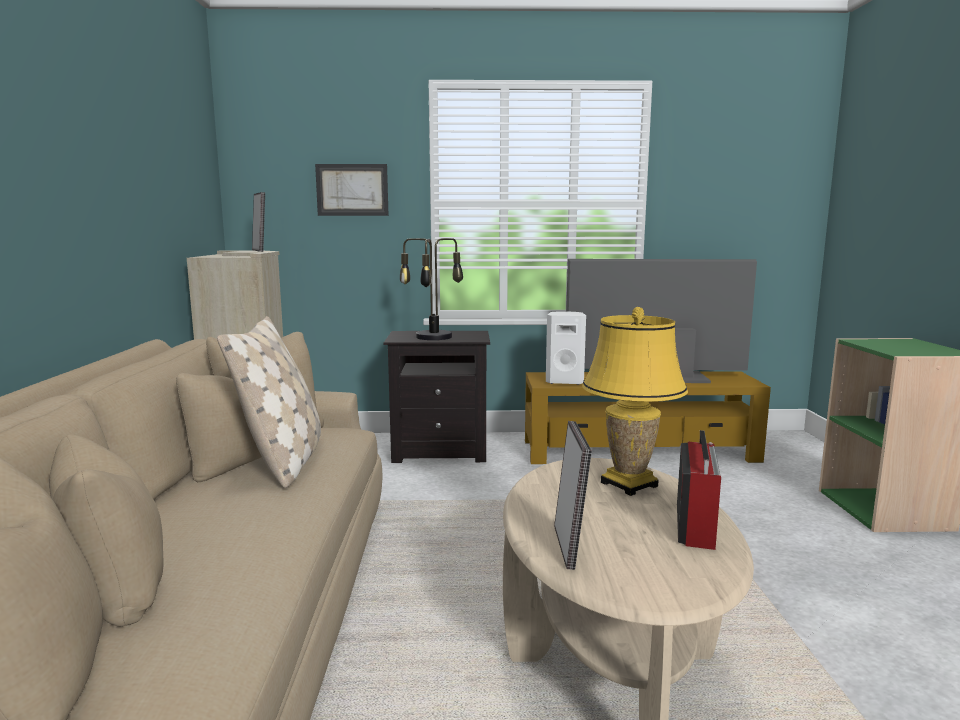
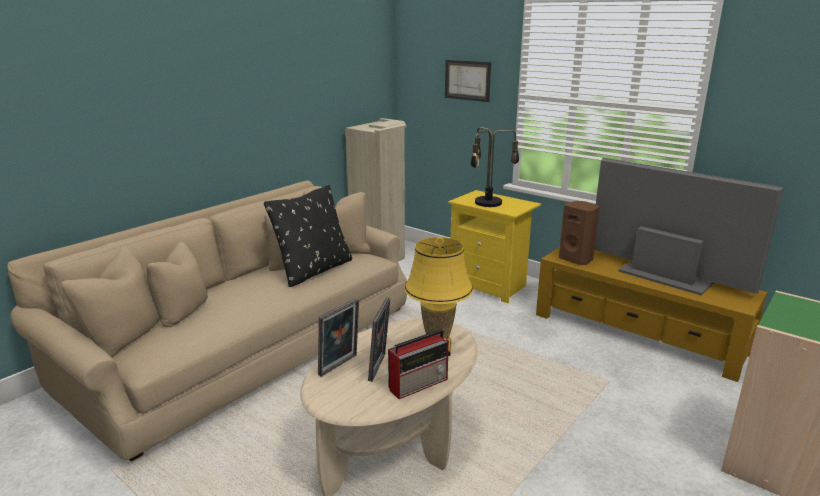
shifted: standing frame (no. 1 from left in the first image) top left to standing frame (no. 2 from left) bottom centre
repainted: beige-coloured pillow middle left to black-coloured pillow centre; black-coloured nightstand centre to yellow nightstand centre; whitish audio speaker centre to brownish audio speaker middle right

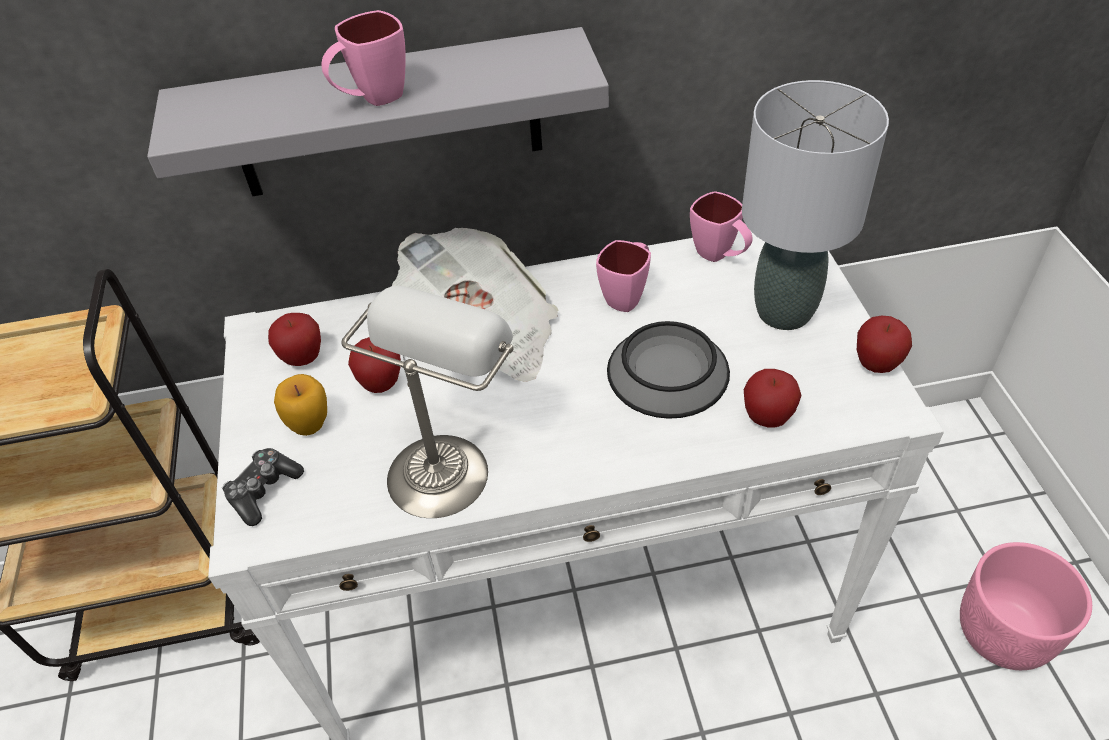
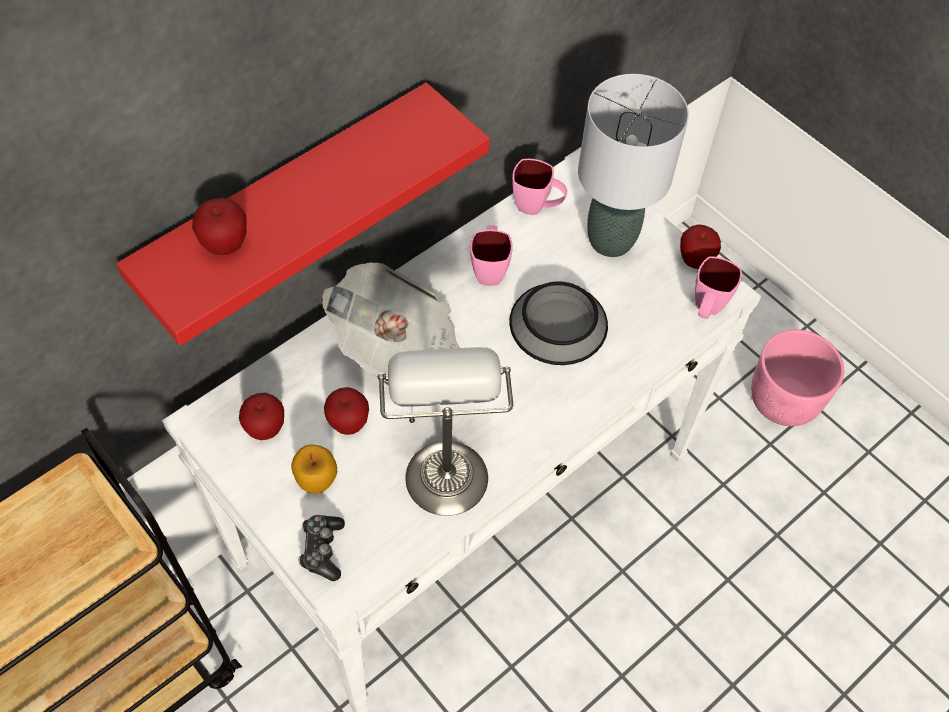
shifted: pink coffee mug (no. 1 from left in the first image) top left to pink coffee mug (no. 3 from left) middle right; apple (no. 4 from left in the first image) middle right to apple (no. 1 from left) top left
repainted: gray bracket shelf top centre to reddish bracket shelf top left

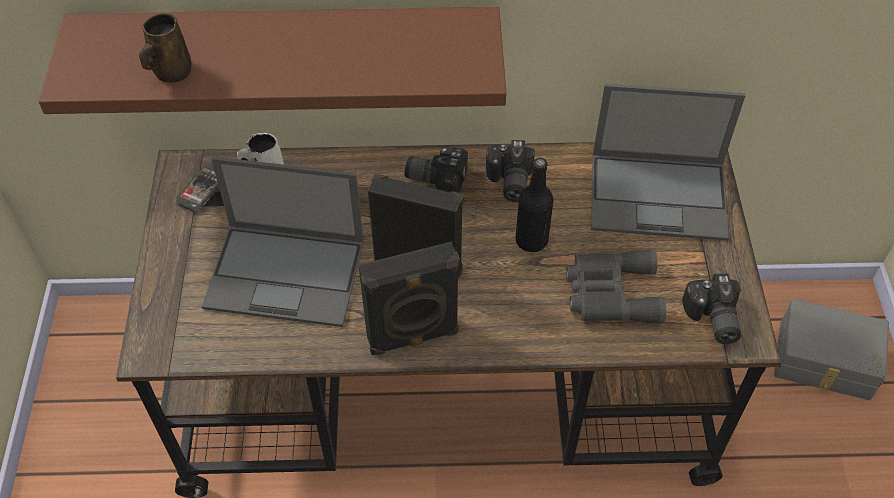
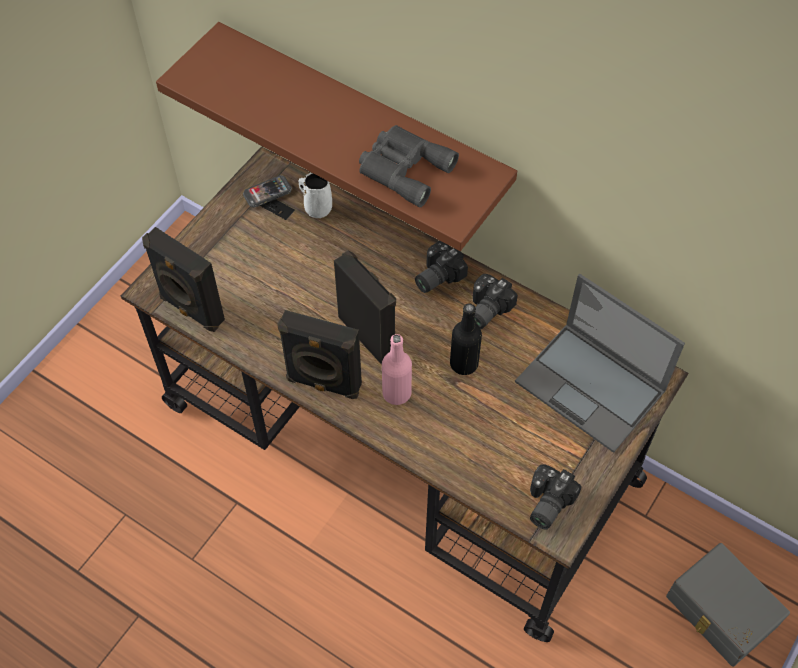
gone: brownish coffee mug top left; laptop (no. 1 from left) middle left
new: black-coloured audio speaker (no. 1 from left) middle left; pink beverage bottle centre
shifted: gray field glasses middle right to top centre
rotated: photo camera (no. 1 from left) centre = centre 90 degrees counterclockwise

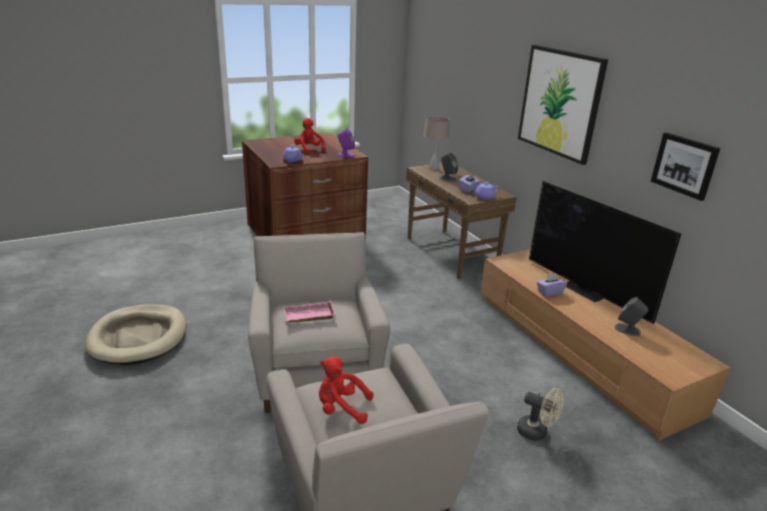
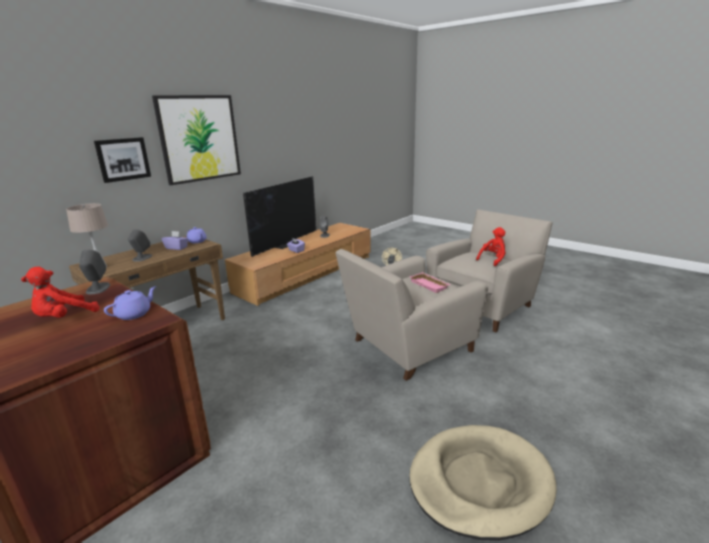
shifted: wall picture (no. 2 from left in the first image) top right to wall picture (no. 1 from left) top left
repainted: purple-coloured audio speaker top centre to gray audio speaker (no. 1 from left) middle left
rotated: reddish plush toy (no. 2 from left) bottom centre = middle right 120 degrees counterclockwise

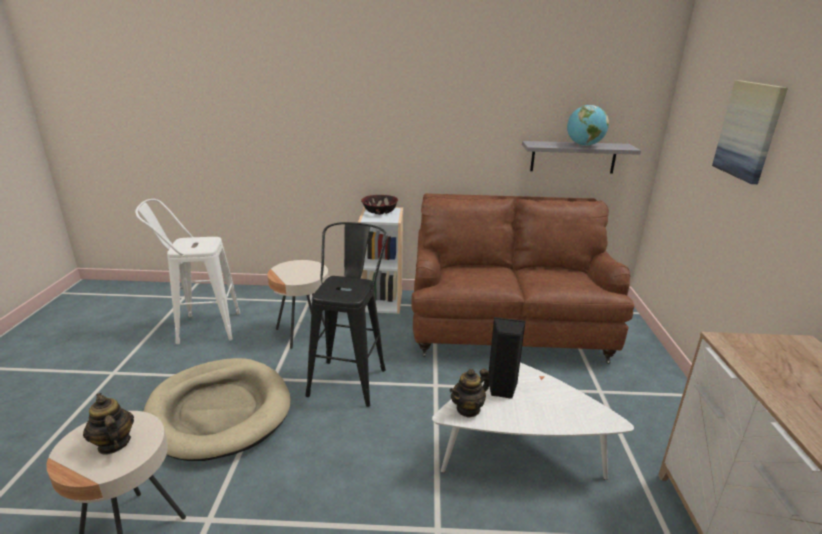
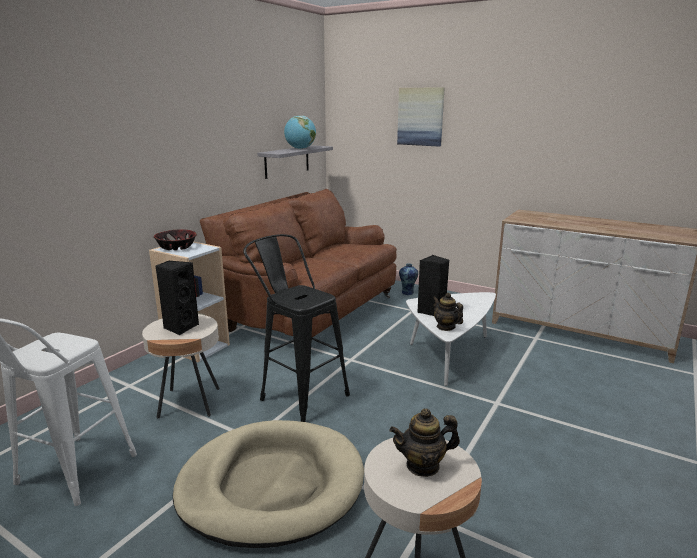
new: black-coloured audio speaker (no. 1 from left) middle left; flower vase centre
rotated: teapot (no. 2 from left) bottom centre = centre 150 degrees clockwise

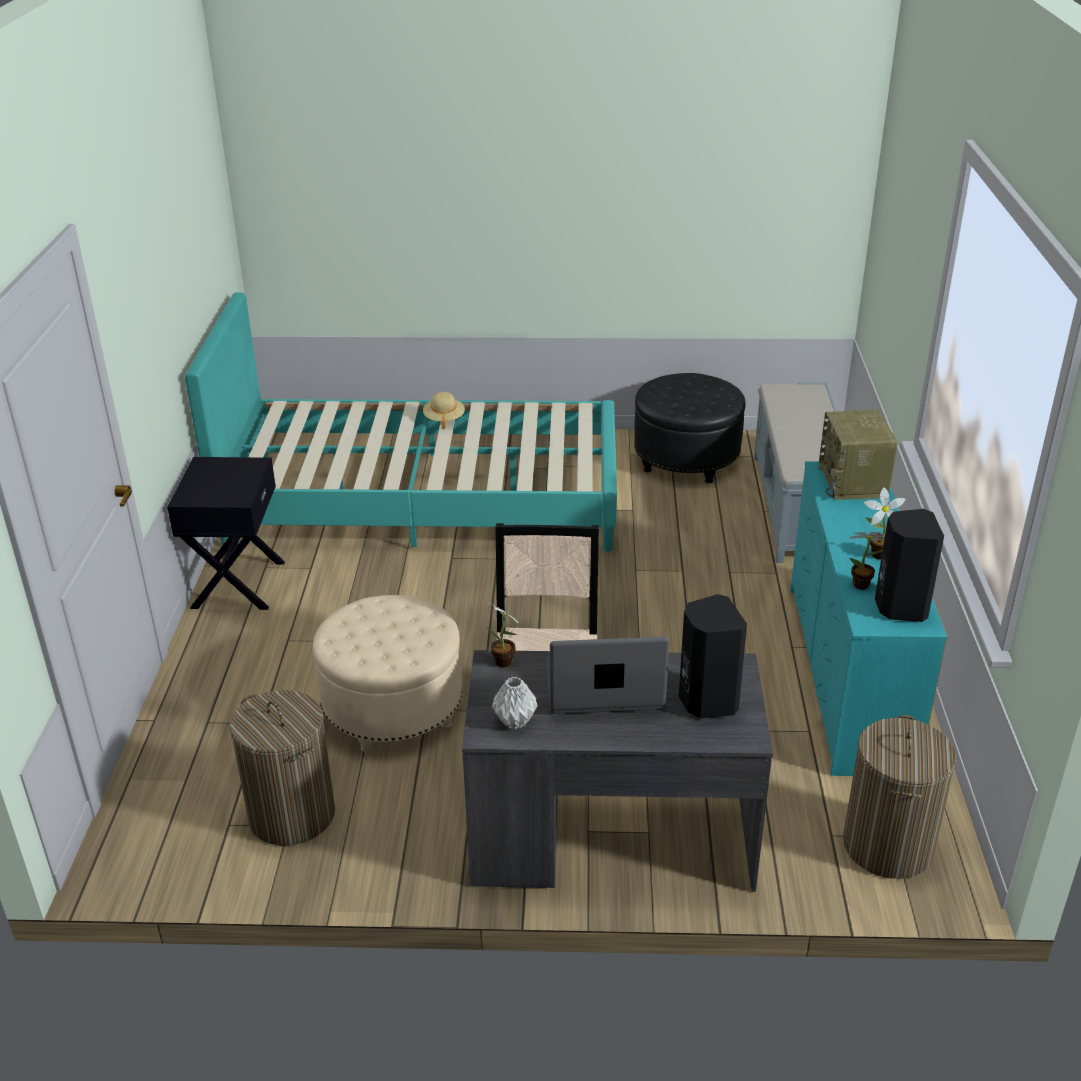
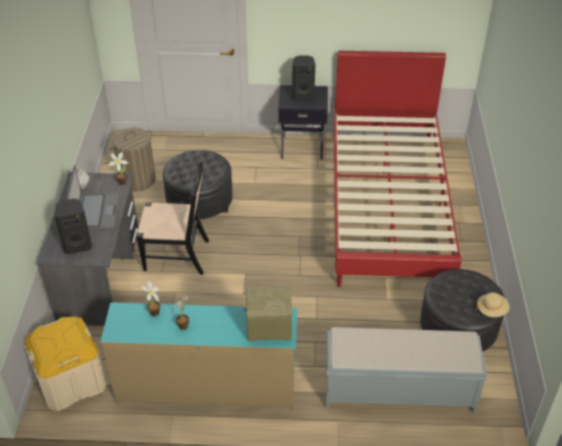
shifted: beige-coloured wearable hat centre to bottom right; black-coloured audio speaker (no. 2 from left) middle right to top centre
swapped: hamper (no. 2 from left) bottom right to beige-coloured storage bin bottom left
repainted: blue-green bedroom bed centre to reddish bedroom bed middle right; beige-coloured footrest centre to black-coloured footrest (no. 1 from left) centre

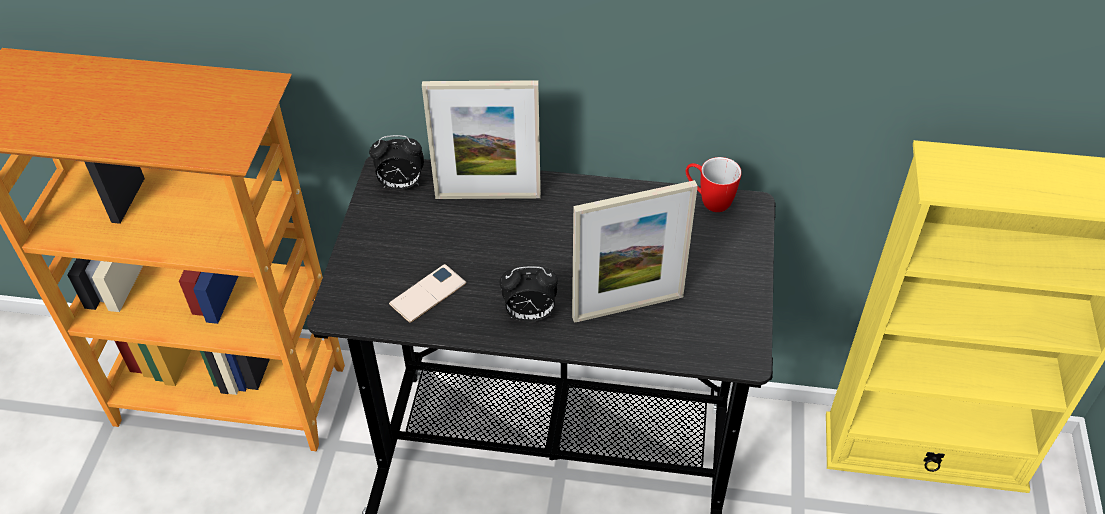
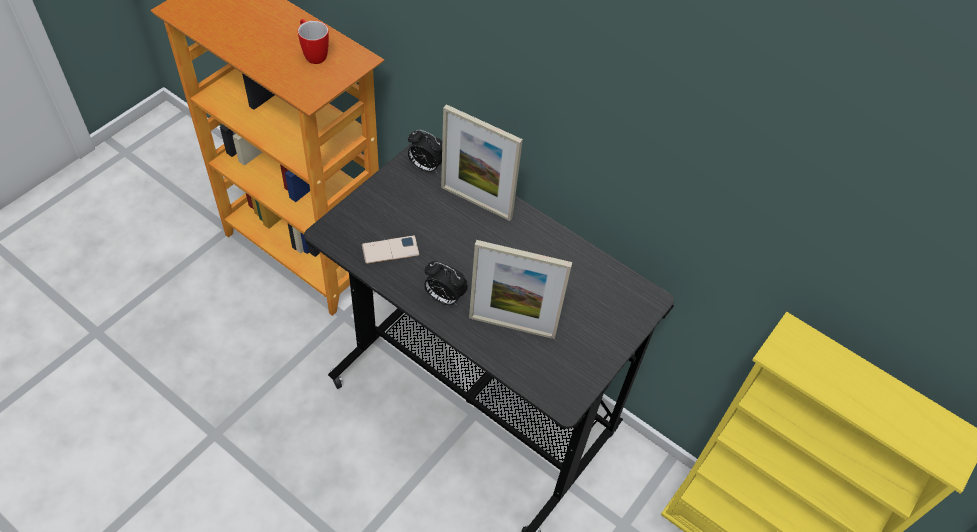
shifted: coffee mug centre to top left

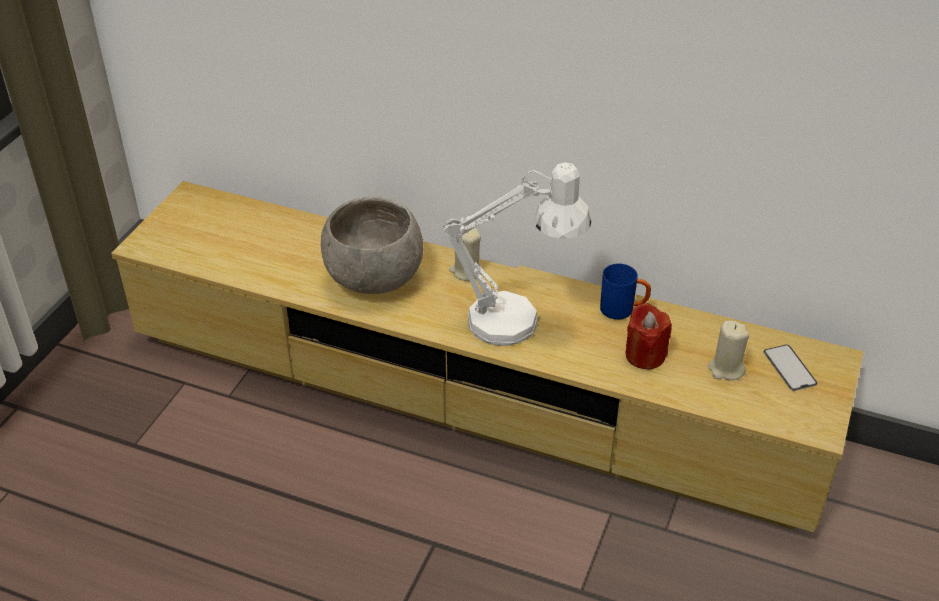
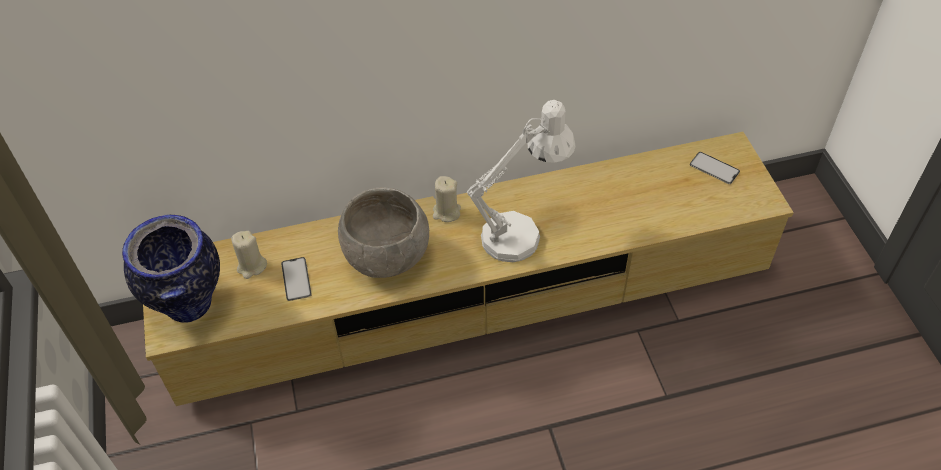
gone: blue coffee mug centre; reddish wax candle middle right
new: flower vase middle left; telephone (no. 1 from left) middle left
shifted: beige-coloured wax candle (no. 2 from left in the first image) middle right to beige-coloured wax candle (no. 1 from left) middle left

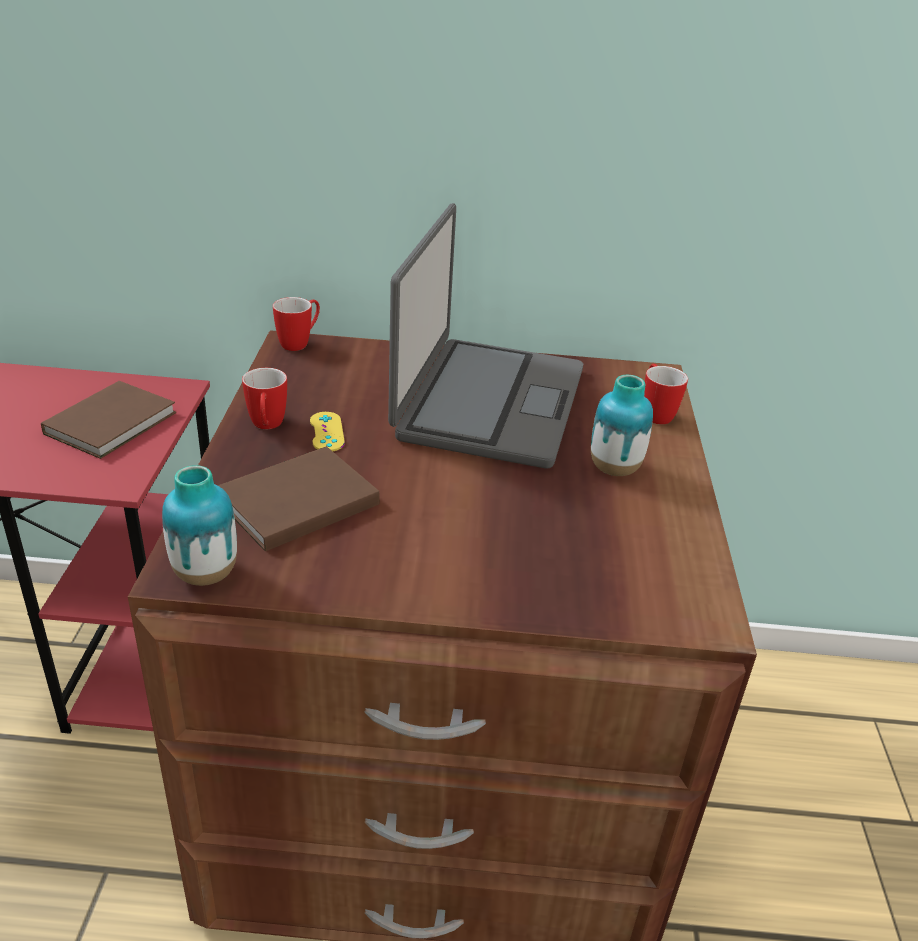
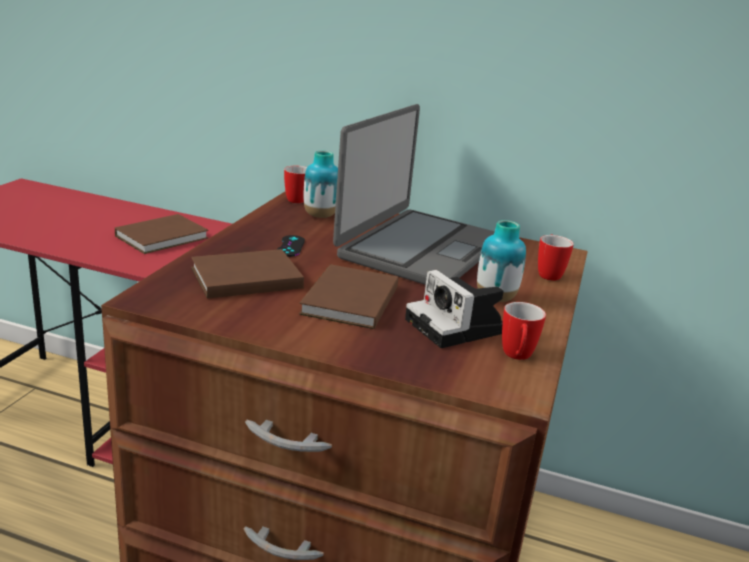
new: brownish bound book (no. 3 from left) centre; photo camera centre
shifted: flower vase (no. 1 from left) middle left to top centre; coffee mug (no. 1 from left in the first image) middle left to coffee mug (no. 2 from left) middle right
repainted: yellow joypad centre to black-coloured joypad centre

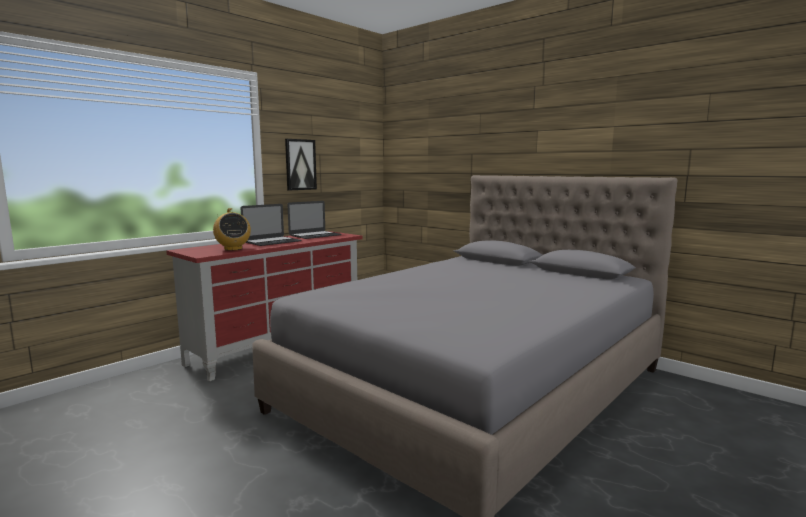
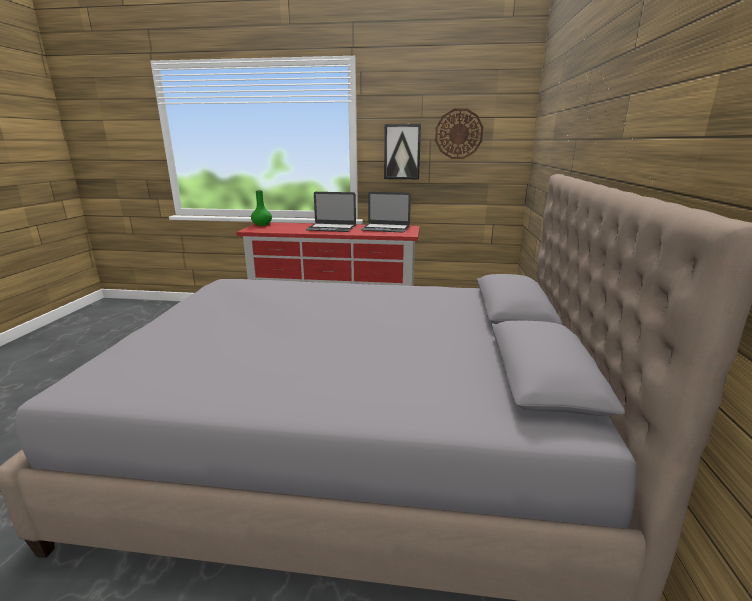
gone: radio middle left
new: green flower vase centre; wall clock top centre

